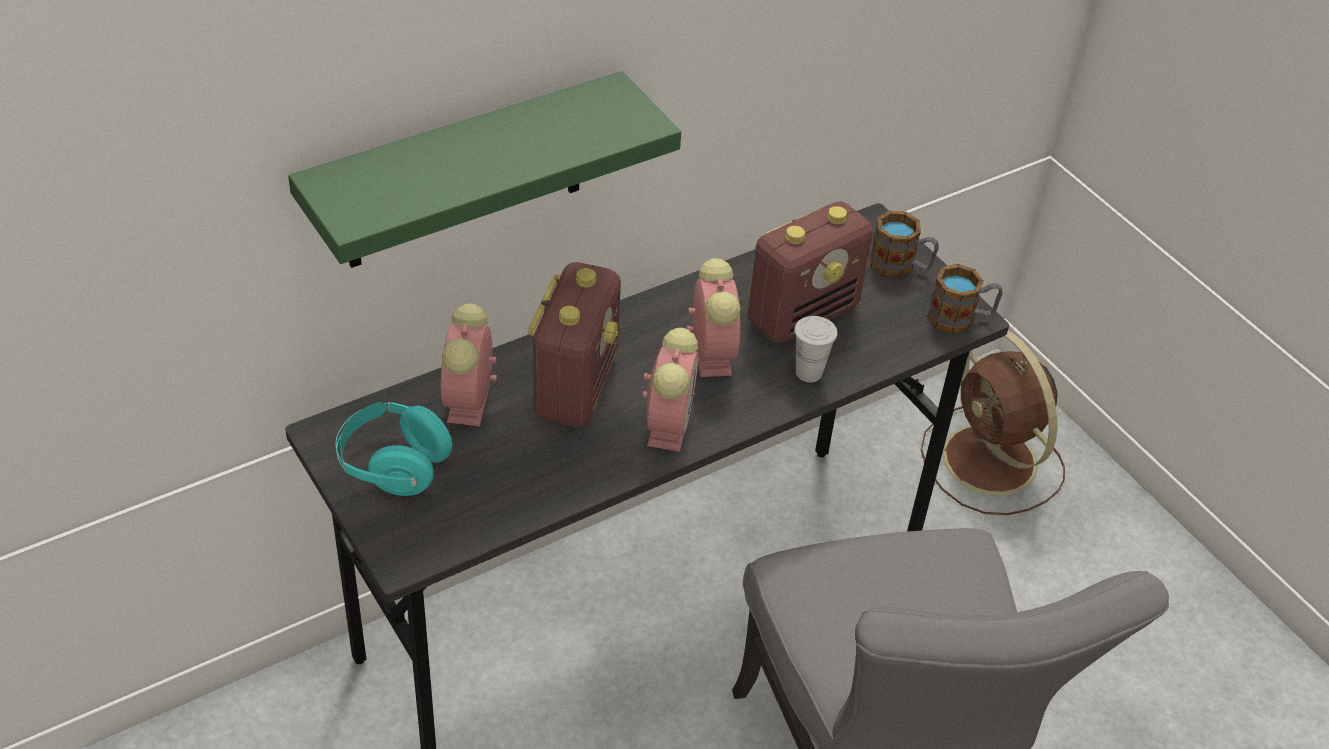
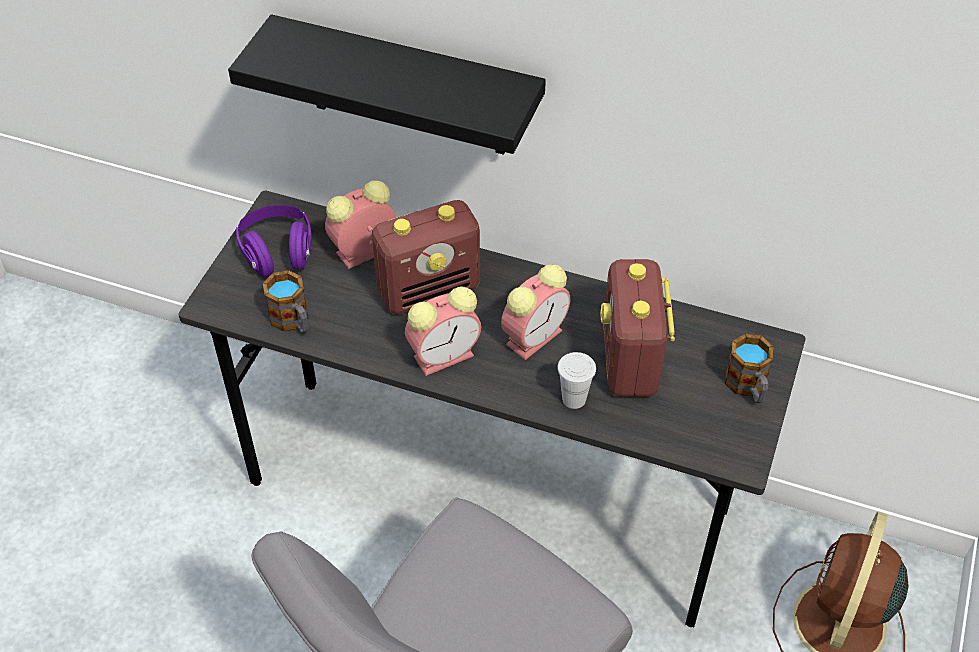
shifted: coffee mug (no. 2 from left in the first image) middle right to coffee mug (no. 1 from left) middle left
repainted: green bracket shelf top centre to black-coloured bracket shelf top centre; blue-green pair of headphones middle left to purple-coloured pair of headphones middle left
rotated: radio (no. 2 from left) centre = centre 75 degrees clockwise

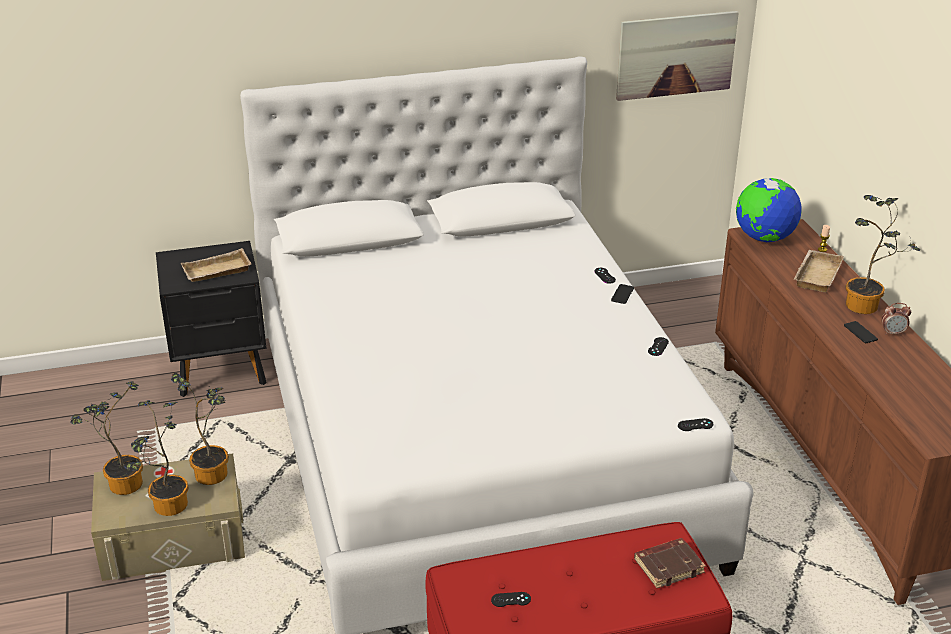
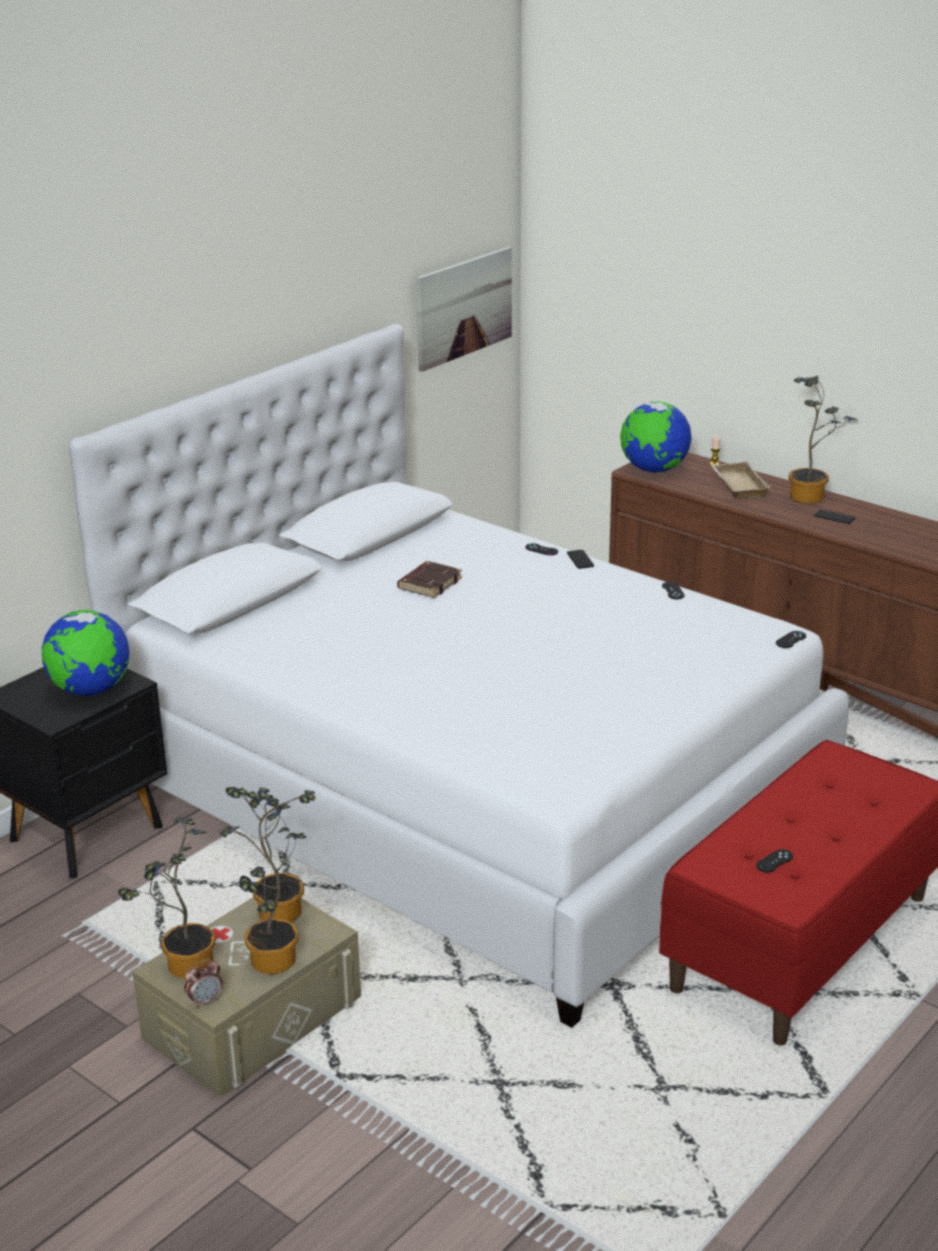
shifted: brownish bound book bottom right to centre; bedside clock middle right to bottom left
swapped: beige-coloured carrying tray (no. 1 from left) middle left to world globe (no. 1 from left) middle left

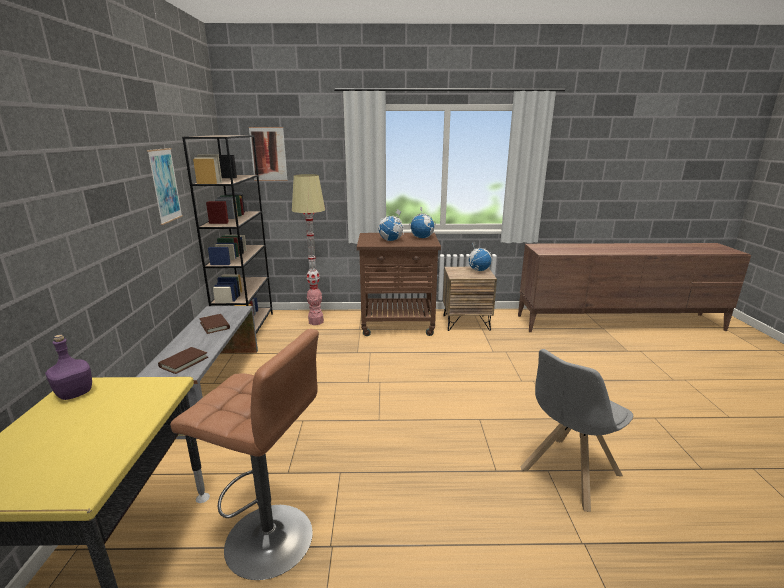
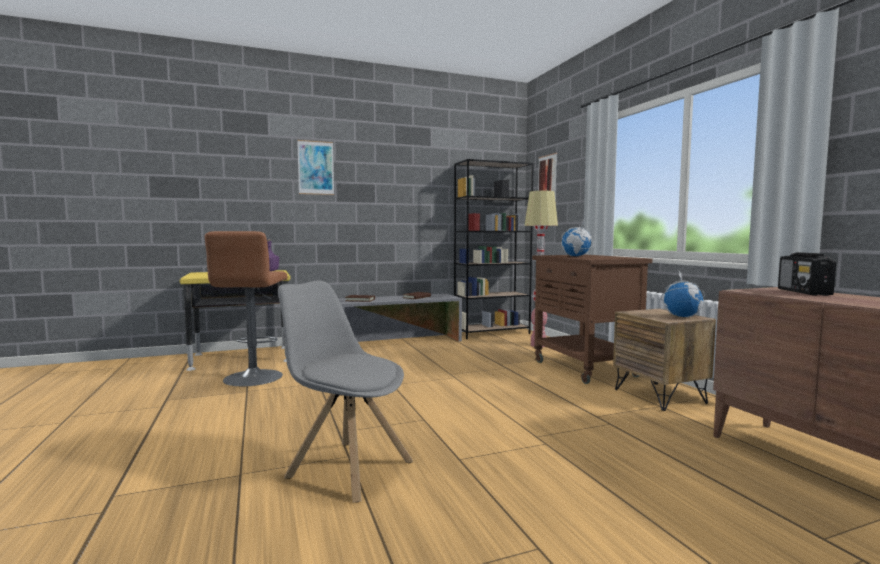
gone: world globe (no. 2 from left) centre
new: radio middle right
shifted: wall picture (no. 1 from left) top left to top centre

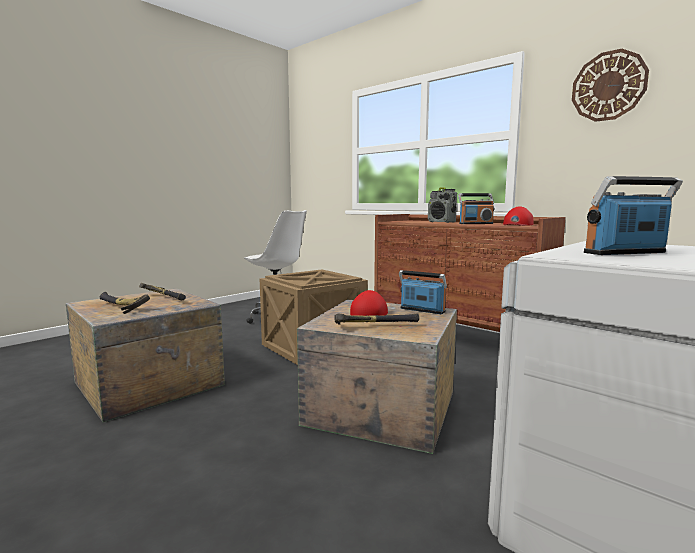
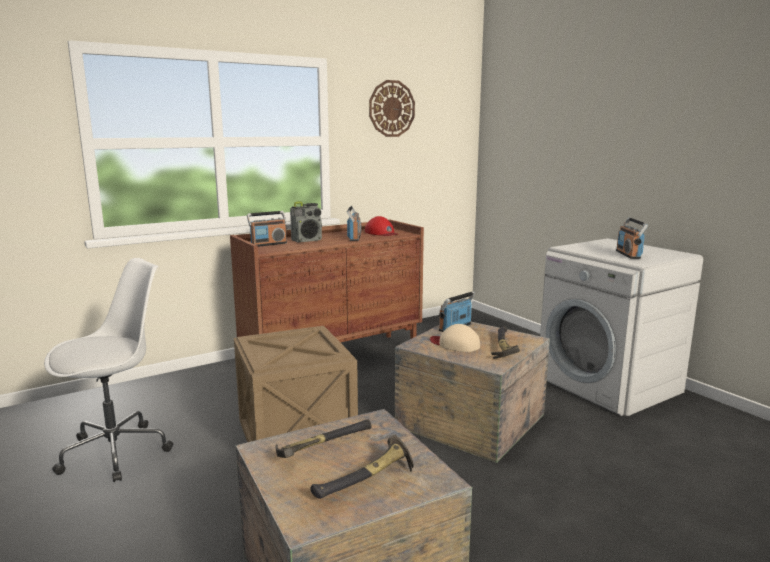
new: radio (no. 1 from left) centre
repainted: reddish cap (no. 1 from left) centre to beige-coloured cap centre

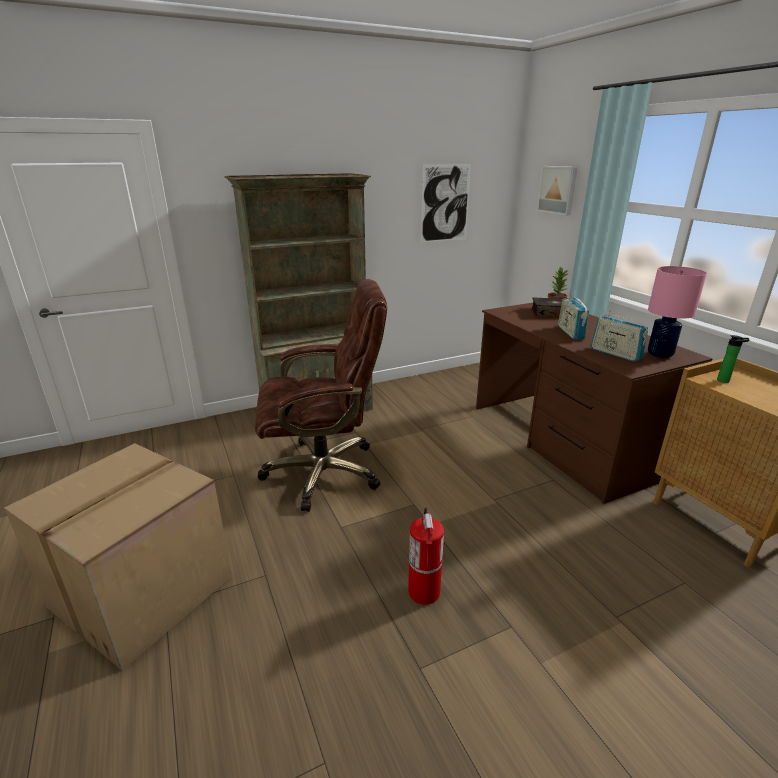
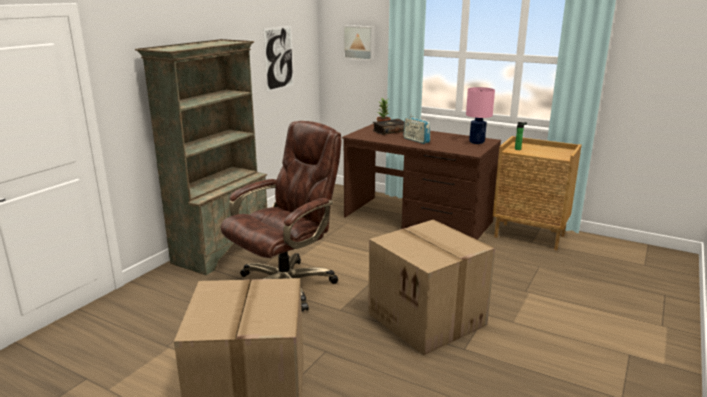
gone: radio (no. 2 from left) middle right
swapped: fire extinguisher bottom centre to carton (no. 2 from left) bottom centre

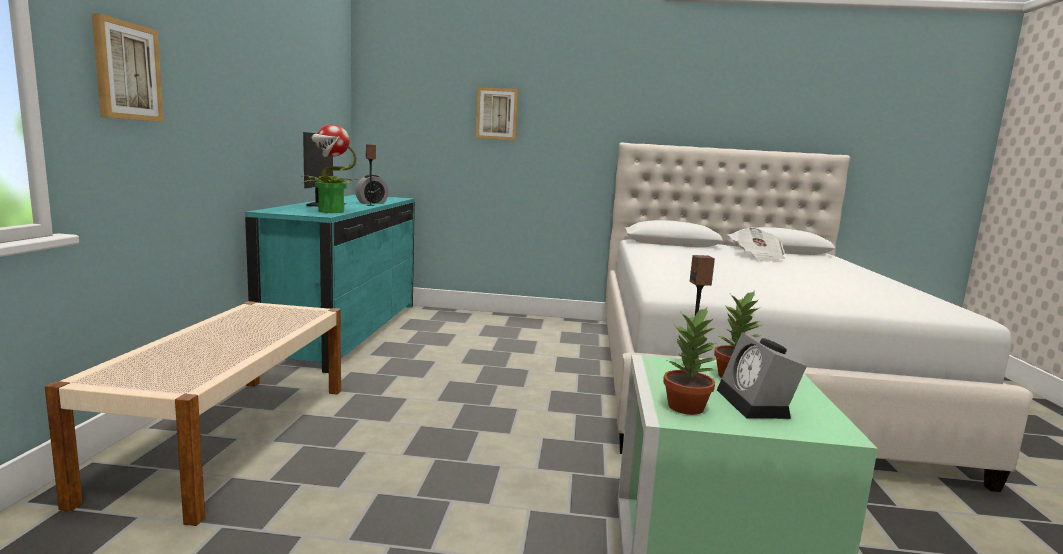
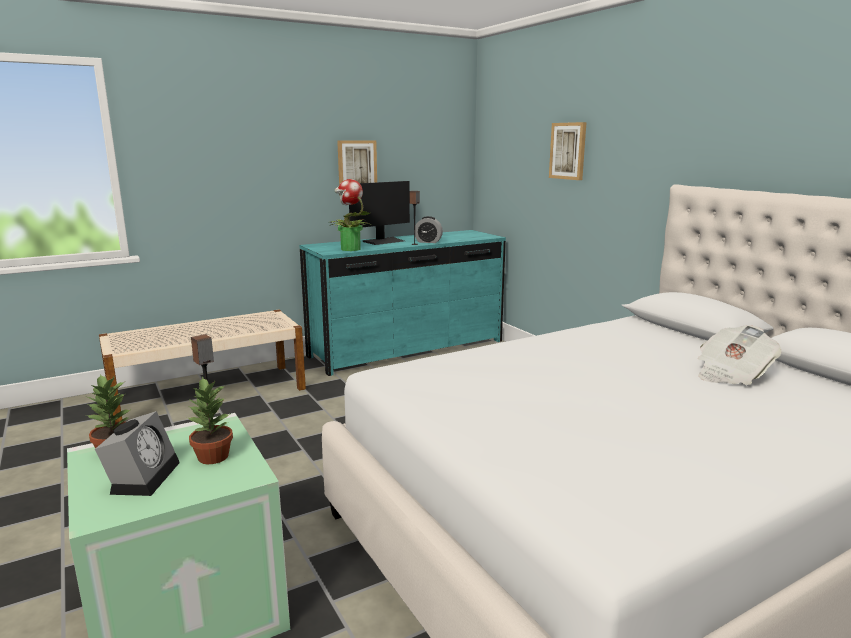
shifted: wall picture (no. 1 from left) top left to top centre
rotated: bedside clock (no. 2 from left in the first image) bottom right = bottom left 135 degrees clockwise

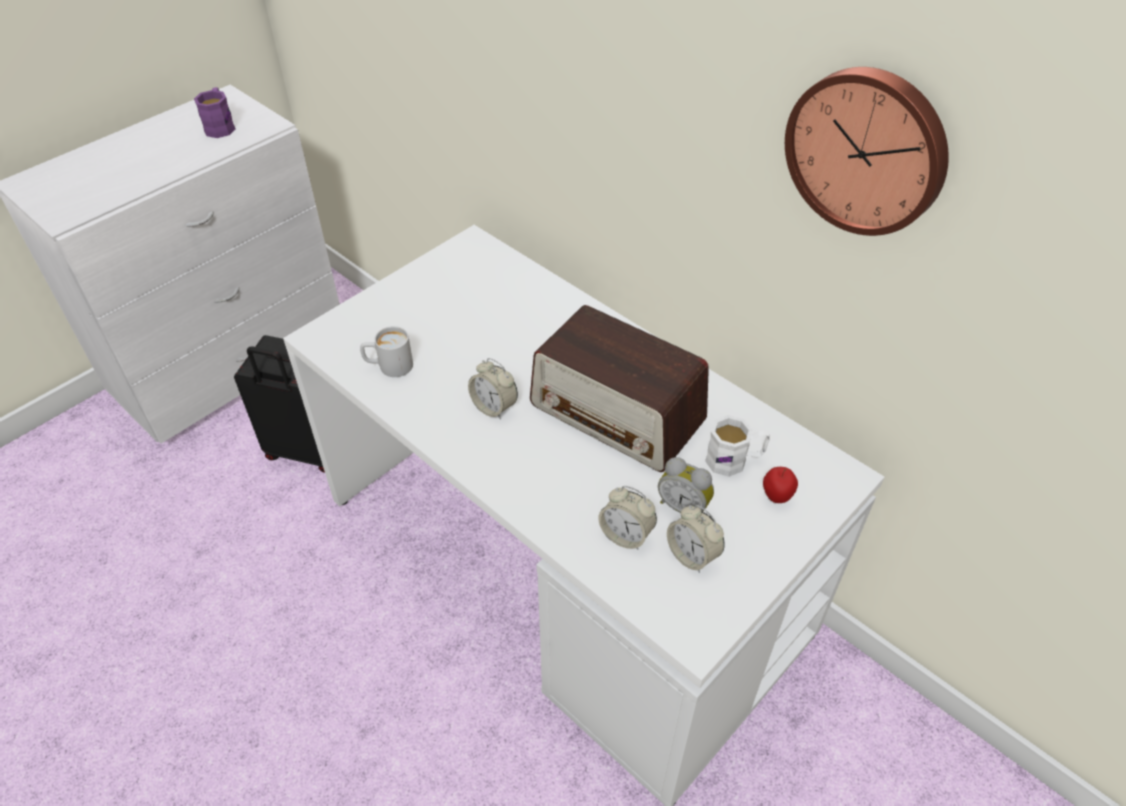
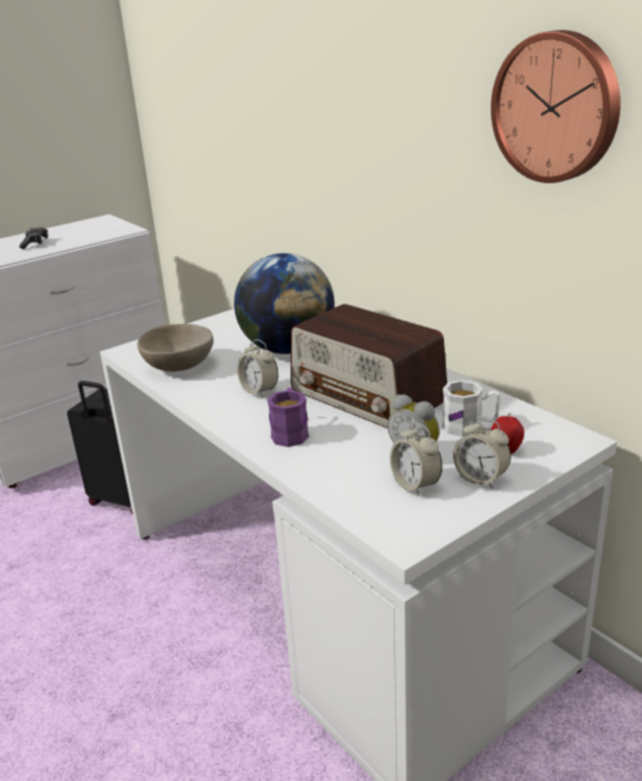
new: joypad top left; world globe centre
shifted: purple-coloured coffee mug top left to centre; bedside clock (no. 2 from left in the first image) centre to bedside clock (no. 4 from left) middle right
swapped: whitish coffee mug (no. 1 from left) centre to beige-coloured deep dish middle left

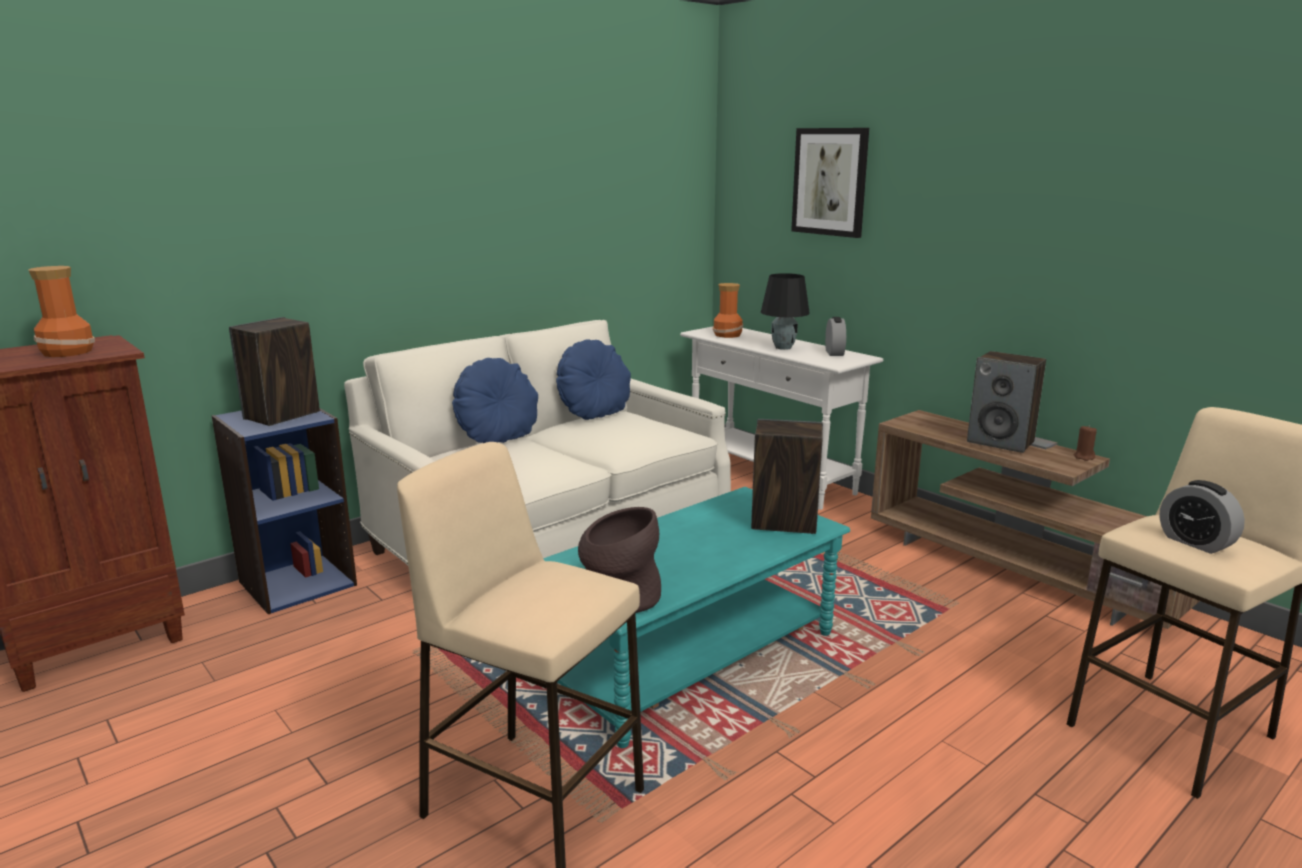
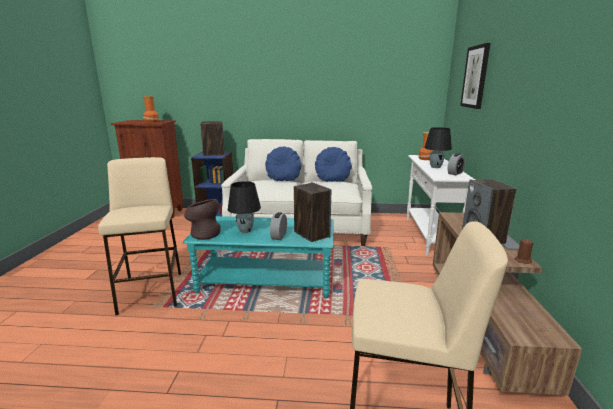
new: black-coloured table lamp (no. 1 from left) centre
shifted: bedside clock (no. 2 from left in the first image) middle right to bedside clock (no. 1 from left) centre

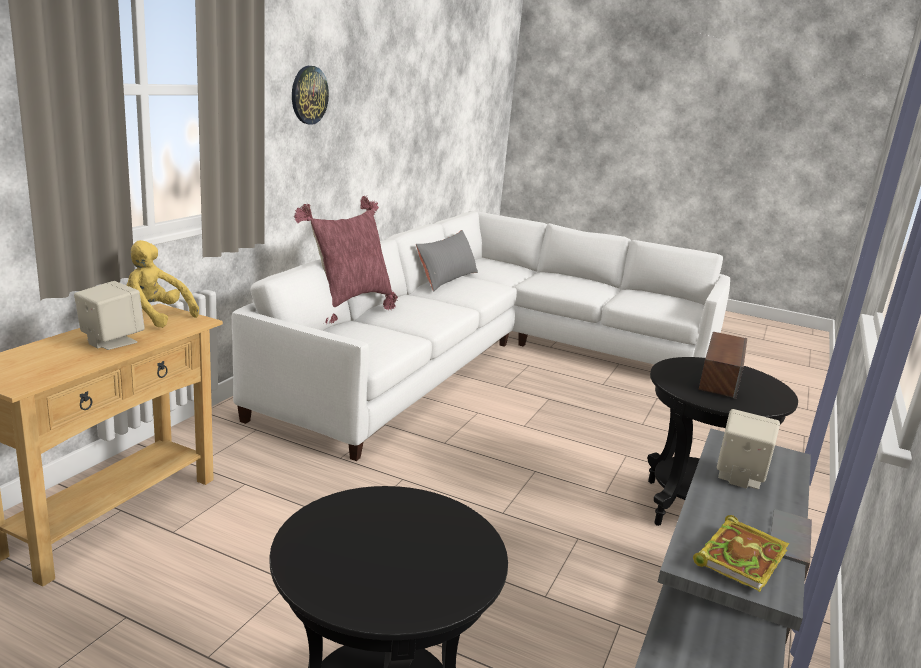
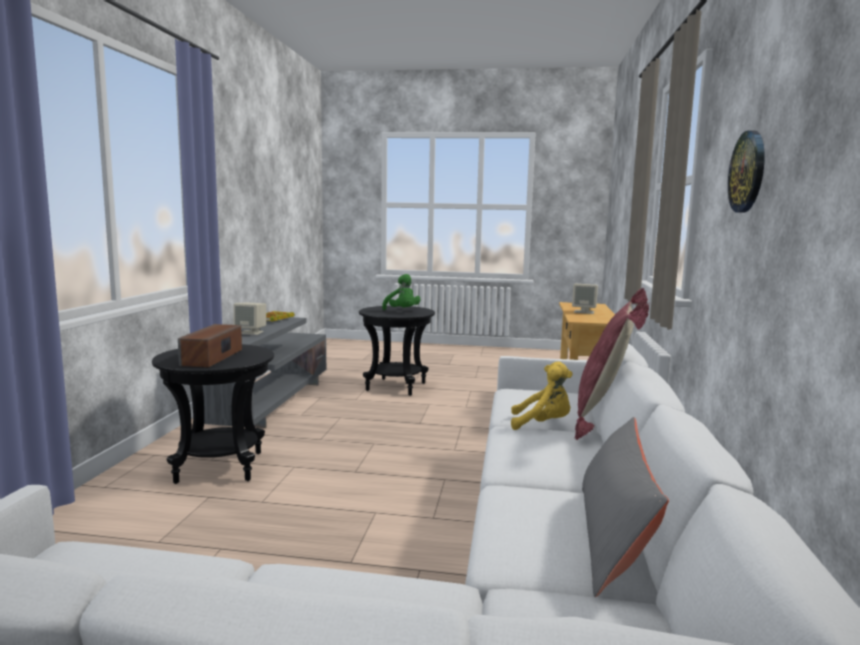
new: green plush toy centre
shifted: yellow plush toy middle left to centre

